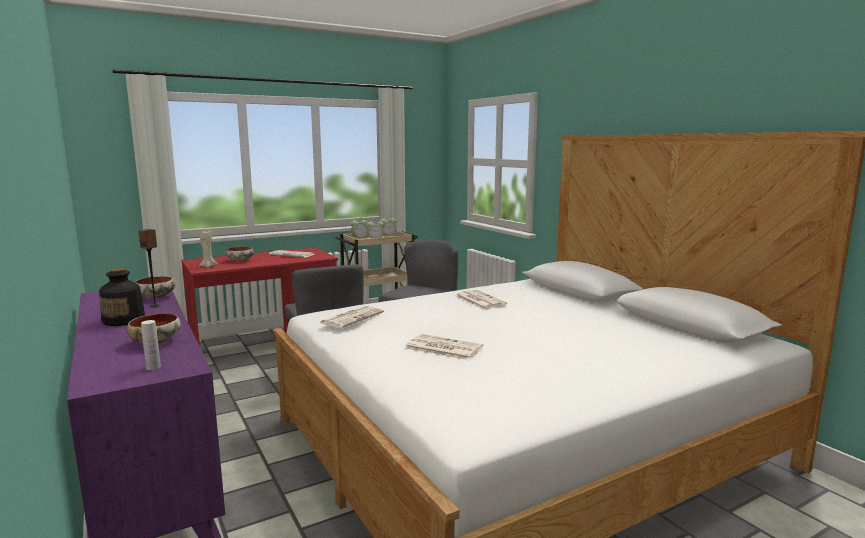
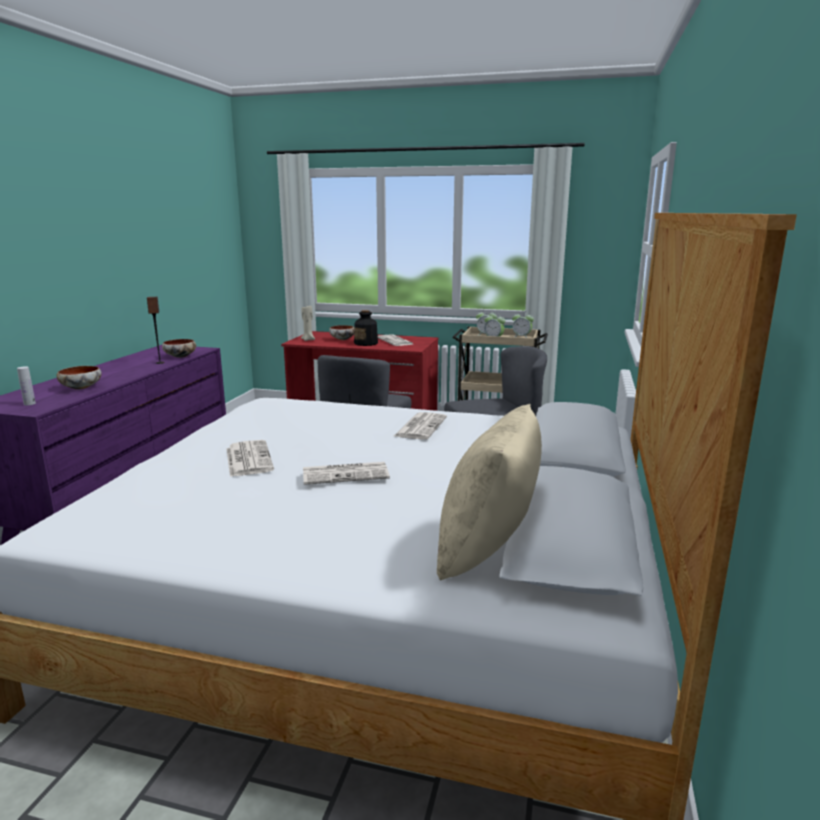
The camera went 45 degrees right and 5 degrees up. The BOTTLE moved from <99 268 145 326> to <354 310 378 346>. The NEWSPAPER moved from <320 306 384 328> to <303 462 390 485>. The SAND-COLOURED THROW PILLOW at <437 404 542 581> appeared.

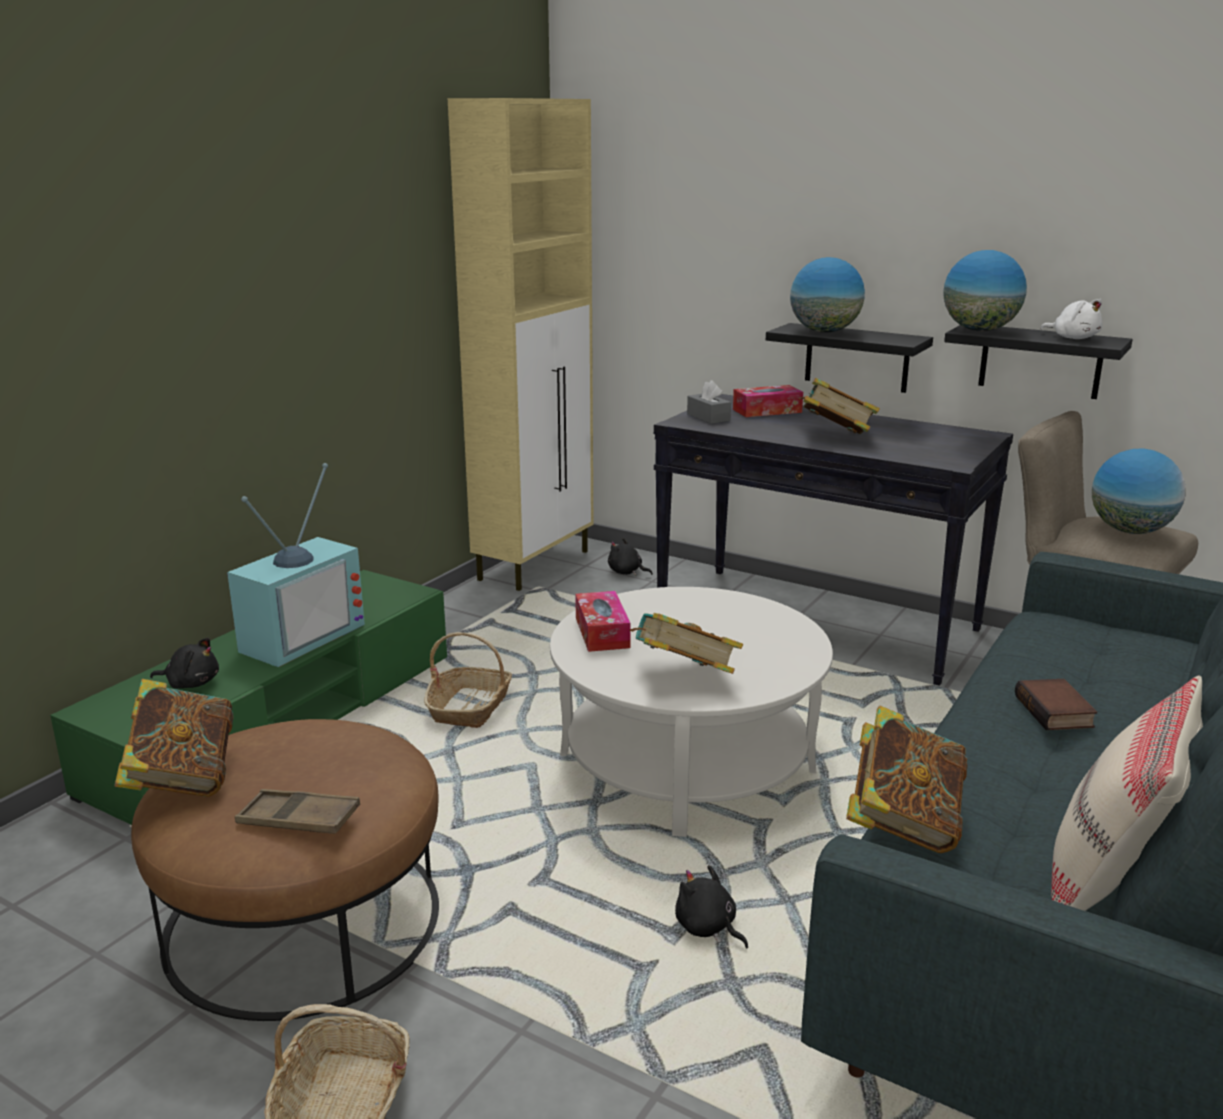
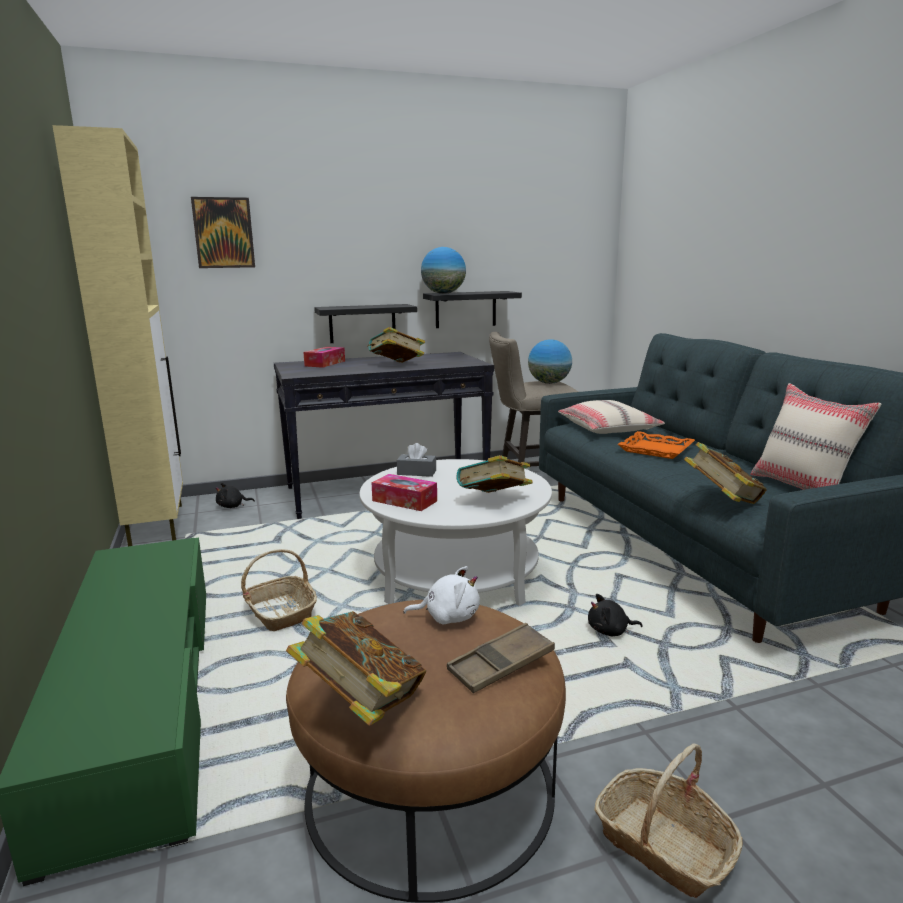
The camera went 50 degrees left and 5 degrees down. The GLOBE at <790 257 865 333> disappeared. The WHITE-COLOURED SOFT TOY moved from <1040 299 1103 339> to <403 566 480 624>. The GREYISH TISSUE BOX moved from <687 380 731 424> to <397 443 436 477>. The TV SET at <227 463 365 667> disappeared. The BLACK-COLOURED SOFT TOY at <150 638 219 689> disappeared. The BOOK at <1015 679 1097 730> was replaced by the ORANGE-COLOURED SERVING TRAY at <618 431 695 459>. The WALL ART at <191 197 255 268> appeared. The SAND-COLOURED THROW PILLOW at <558 400 665 434> appeared.

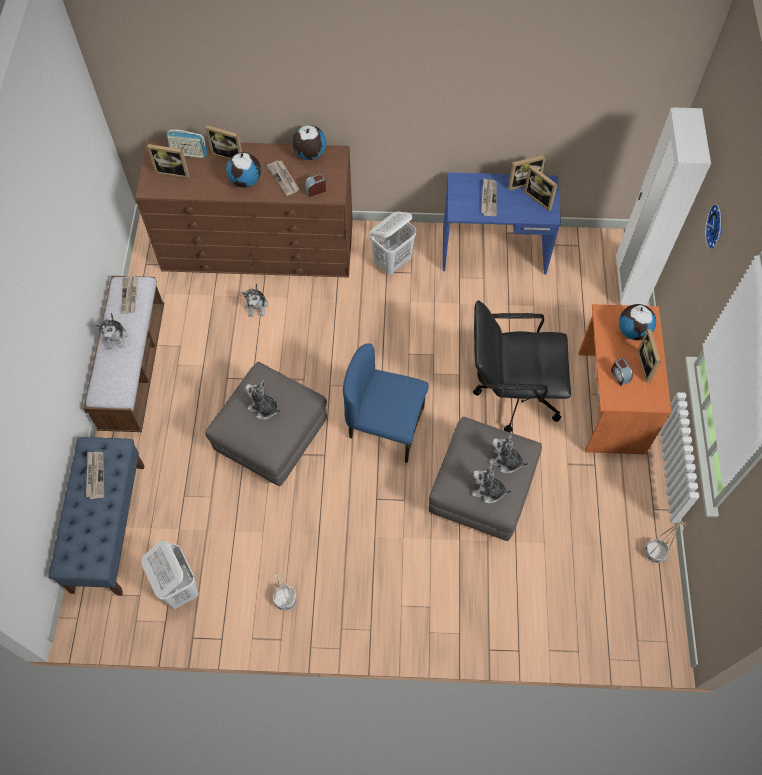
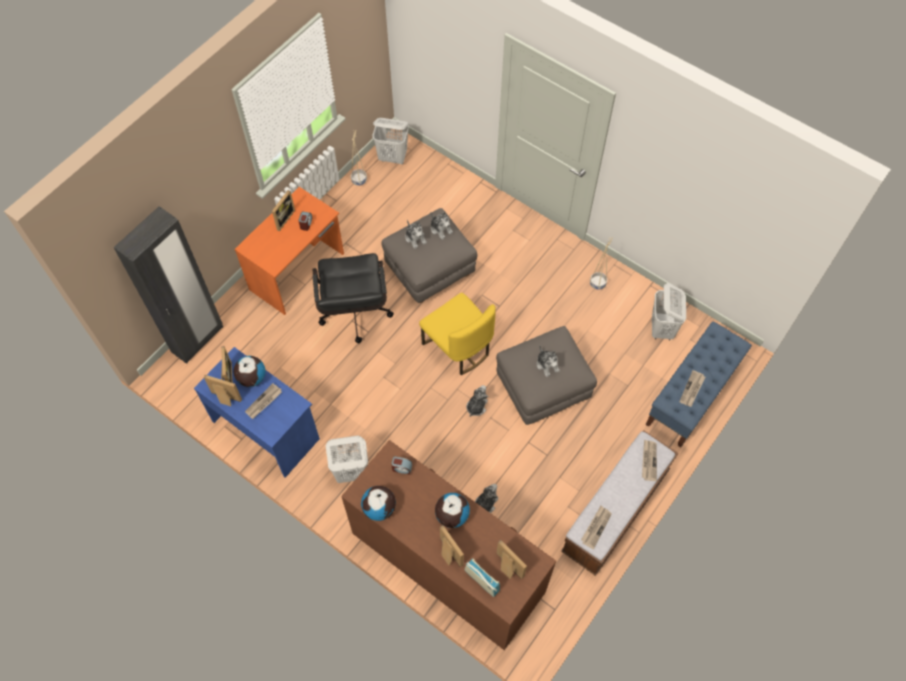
The camera went 145 degrees left and 0 degrees up. The WHITE-COLOURED CLOTHES CUPBOARD at <616 108 711 306> became the BLACK-COLOURED CLOTHES CUPBOARD at <113 206 223 364>. The NEWSPAPER moved from <267 160 299 196> to <642 440 657 481>. The HANGING CLOCK at <705 204 722 250> disappeared. The BLACK-COLOURED COMPUTER CHAIR at <473 300 571 433> turned 45 degrees clockwise. The GLOBE moved from <619 304 656 340> to <234 356 265 387>. The SOFT TOY moved from <94 313 128 350> to <466 385 488 417>. The BLUE-COLOURED UPRIGHT CHAIR at <343 343 429 463> became the YELLOW-COLOURED UPRIGHT CHAIR at <419 293 496 375>. The WHITE-COLOURED HAMPER at <372 118 409 164> appeared.

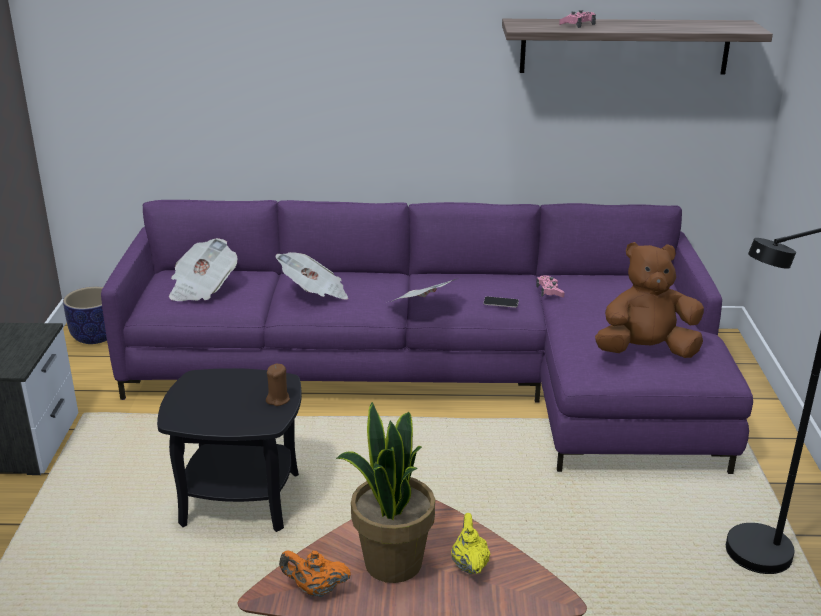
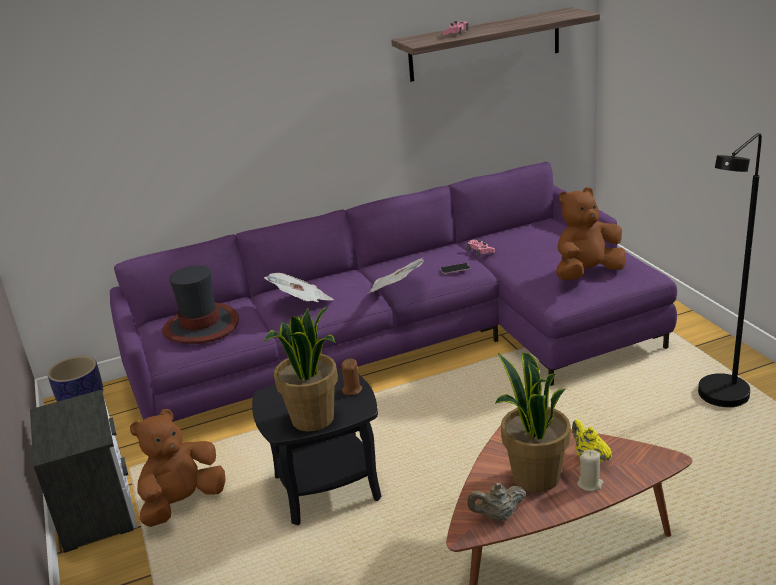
The camera went 20 degrees left and 0 degrees up. The NEWSPAPER at <169 238 238 301> was replaced by the HAT at <162 266 239 344>. The ORANGE-COLOURED TEA POT at <279 550 351 597> became the SAND-COLOURED TEA POT at <467 483 526 521>. The PLANT IN A POT at <264 306 338 432> appeared. The BROWN-COLOURED SOFT TOY at <130 409 226 527> appeared. The SAND-COLOURED WAX CANDLE at <577 450 603 491> appeared.

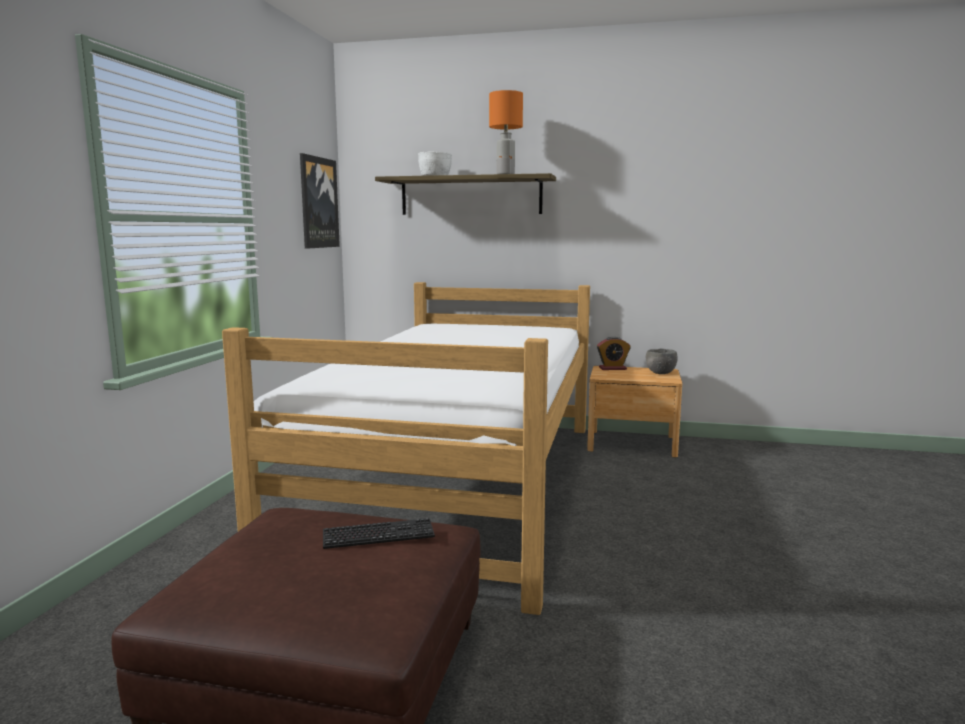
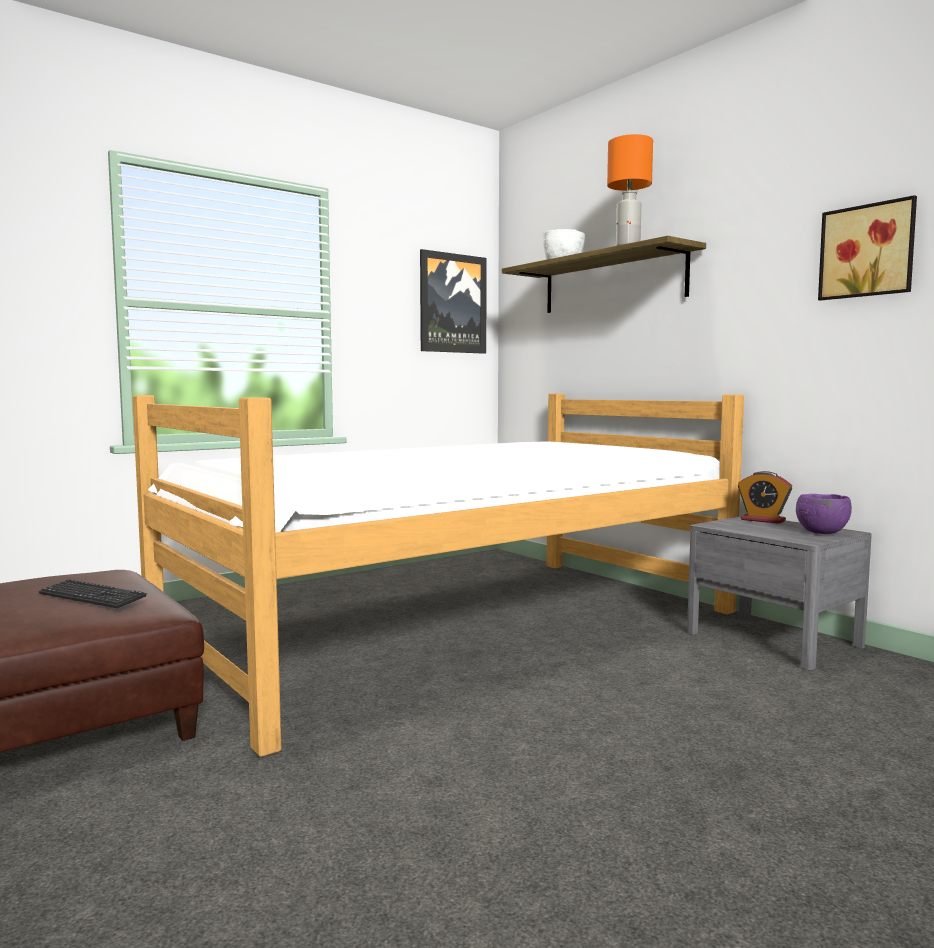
The camera went 40 degrees right and 5 degrees down. The GREYISH SERVING BOWL at <646 349 678 374> became the PURPLE-COLOURED SERVING BOWL at <796 494 852 534>. The BROWN-COLOURED BEDSIDE TABLE at <587 366 682 457> became the GREYISH BEDSIDE TABLE at <687 516 872 670>. The WALL ART at <818 195 917 300> appeared.

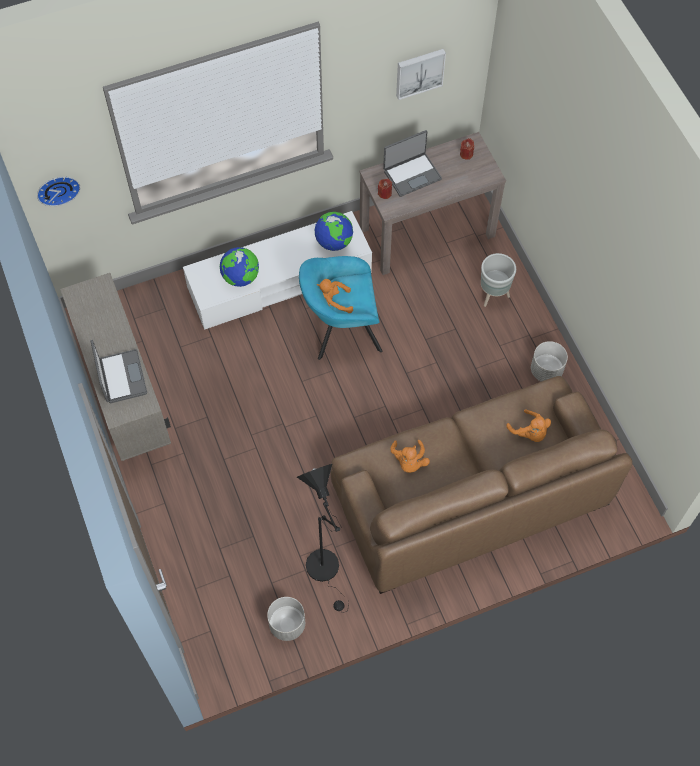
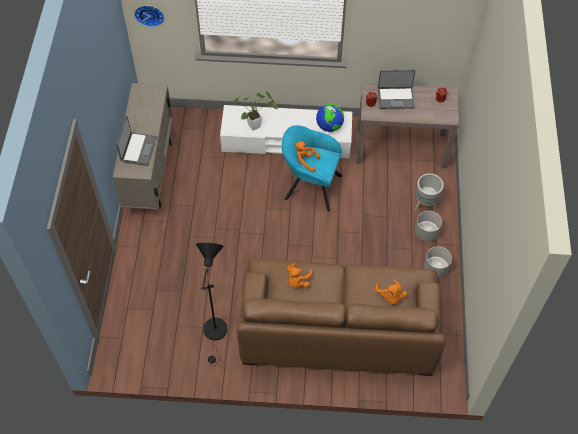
The camera went 25 degrees right and 5 degrees down. The WALL ART at <396 49 446 100> disappeared. The GLOBE at <220 247 259 287> was replaced by the PLANT IN A POT at <232 91 278 131>. The GREYISH PLANT POT moved from <267 597 305 641> to <415 211 442 242>.

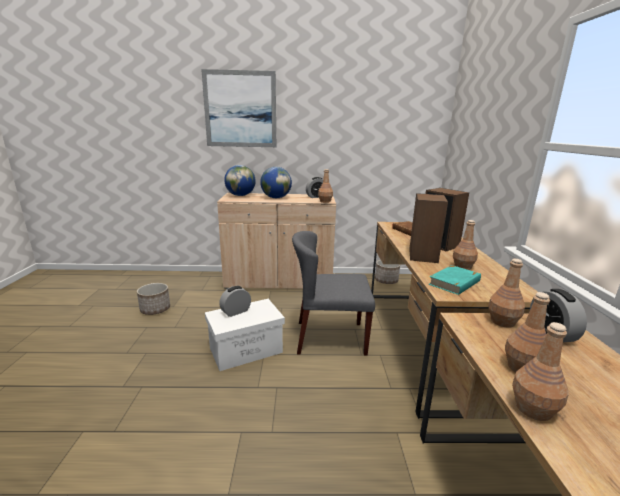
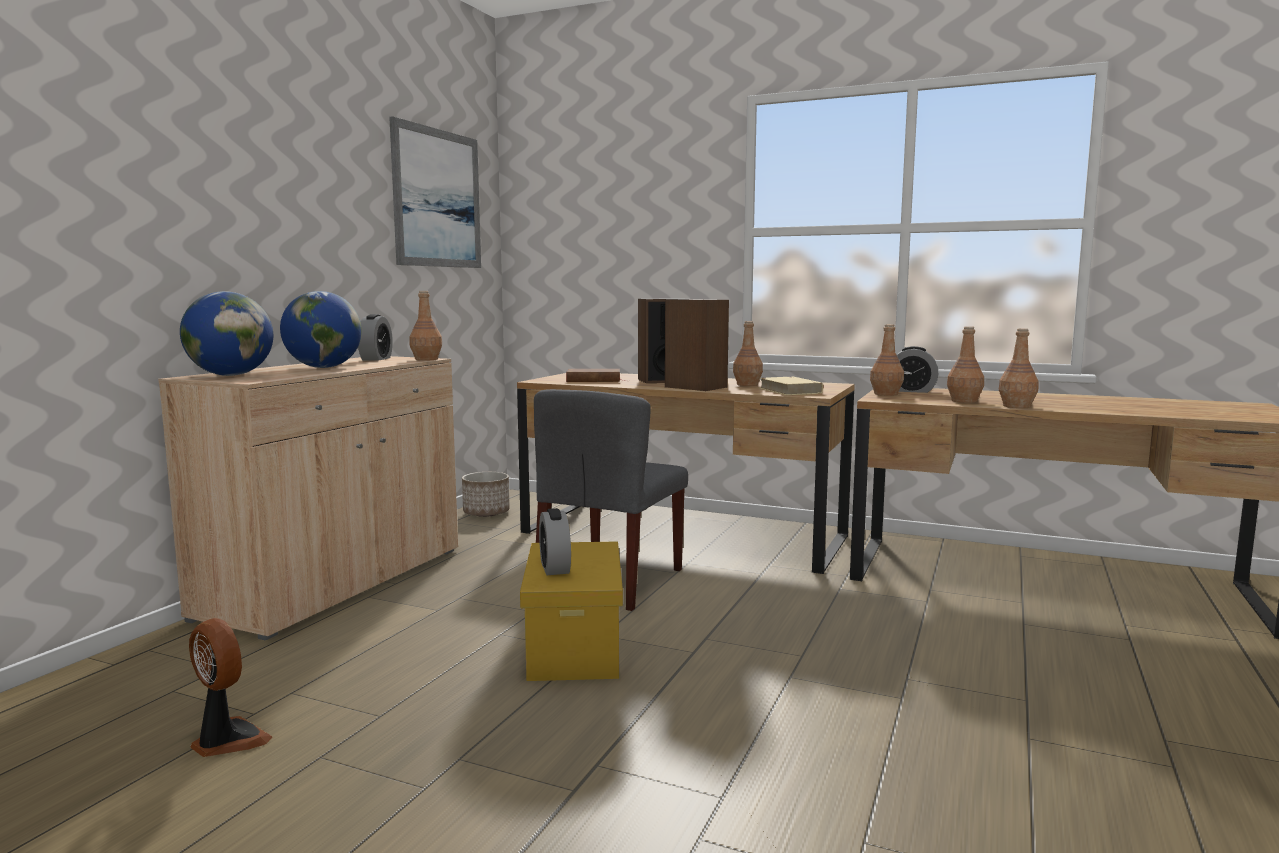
The camera went 65 degrees left and 10 degrees down. The WALL ART moved from <201 69 276 147> to <389 116 481 268>. The TURQUOISE-COLOURED BOOK at <429 265 481 295> became the SAND-COLOURED BOOK at <759 376 823 395>. The PLANT POT at <137 283 170 315> was replaced by the FAN at <189 618 273 757>. The WHITE-COLOURED STORAGE BOX at <205 299 285 371> became the YELLOW-COLOURED STORAGE BOX at <520 541 623 681>.

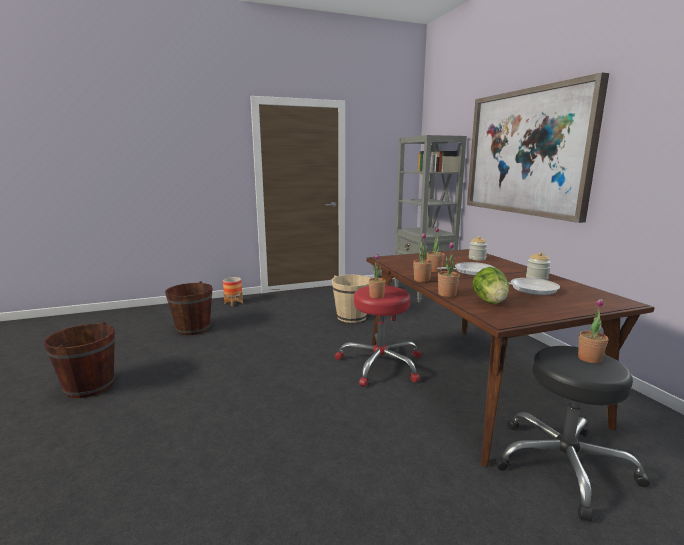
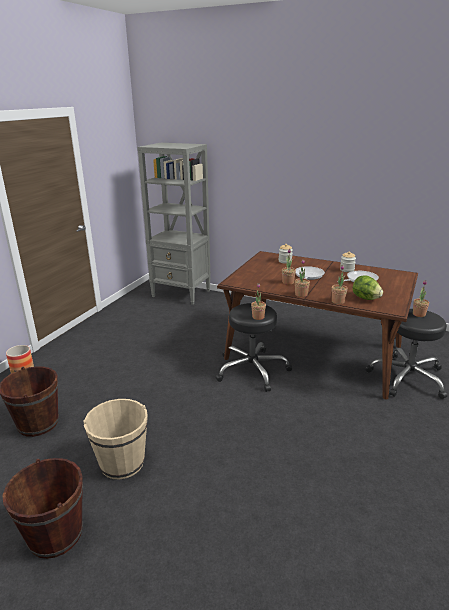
The camera went 45 degrees left and 10 degrees up. The WALL ART at <467 73 609 223> disappeared. The SAND-COLOURED BUCKET moved from <332 275 370 323> to <84 399 148 479>. The REDDISH STOOL SEAT at <335 285 421 387> became the BLACK-COLOURED STOOL SEAT at <216 303 292 392>.

